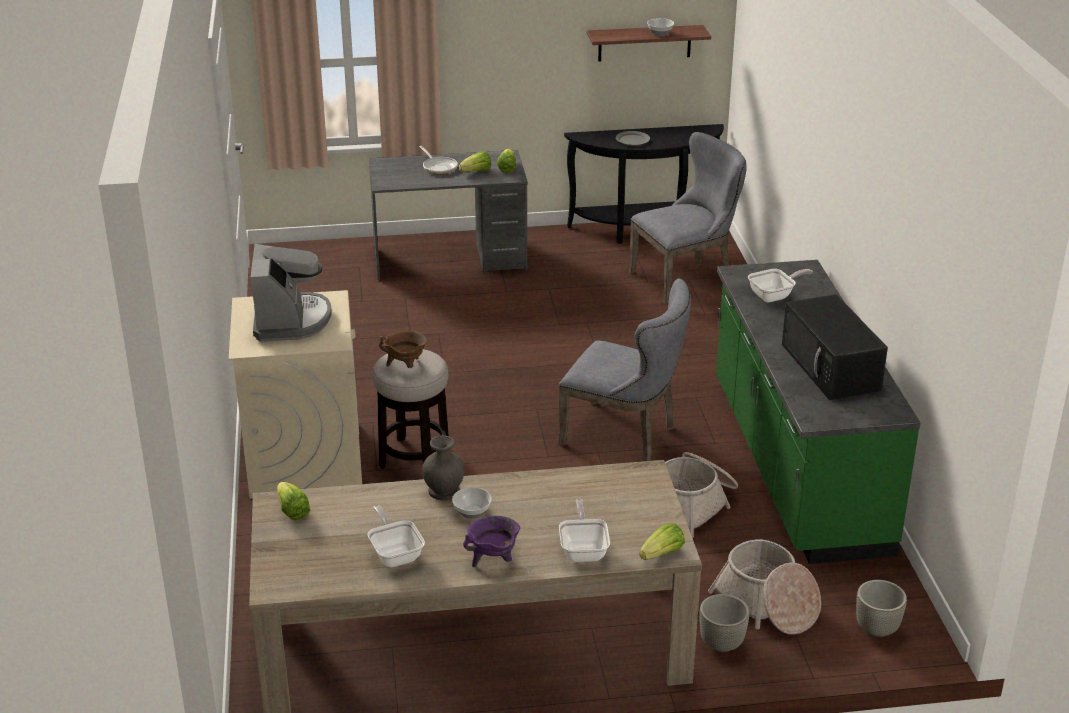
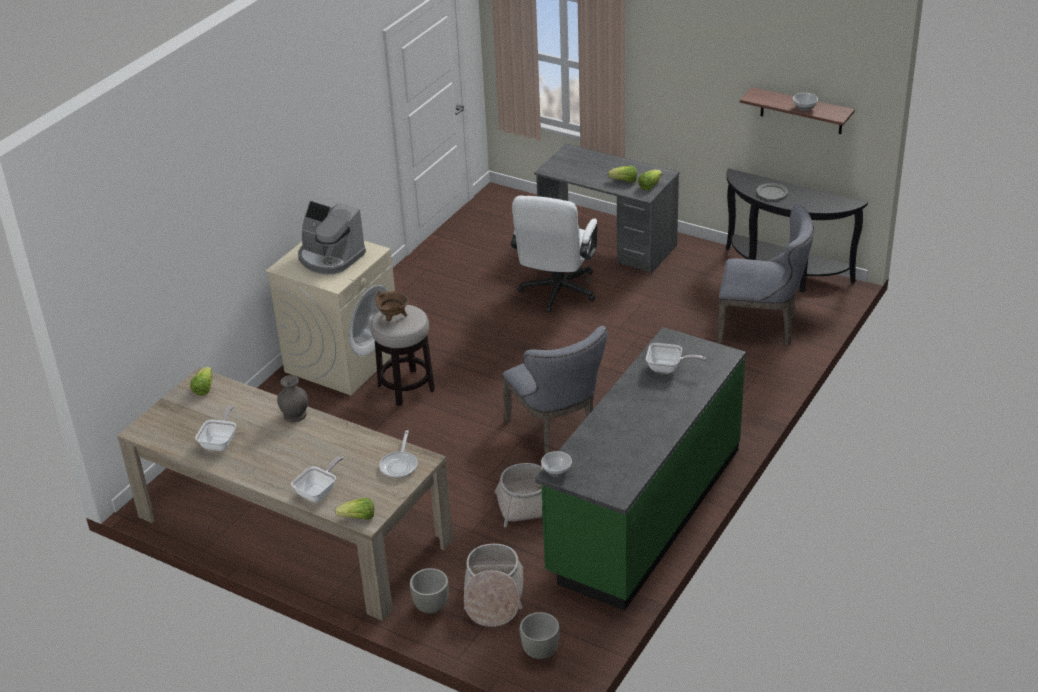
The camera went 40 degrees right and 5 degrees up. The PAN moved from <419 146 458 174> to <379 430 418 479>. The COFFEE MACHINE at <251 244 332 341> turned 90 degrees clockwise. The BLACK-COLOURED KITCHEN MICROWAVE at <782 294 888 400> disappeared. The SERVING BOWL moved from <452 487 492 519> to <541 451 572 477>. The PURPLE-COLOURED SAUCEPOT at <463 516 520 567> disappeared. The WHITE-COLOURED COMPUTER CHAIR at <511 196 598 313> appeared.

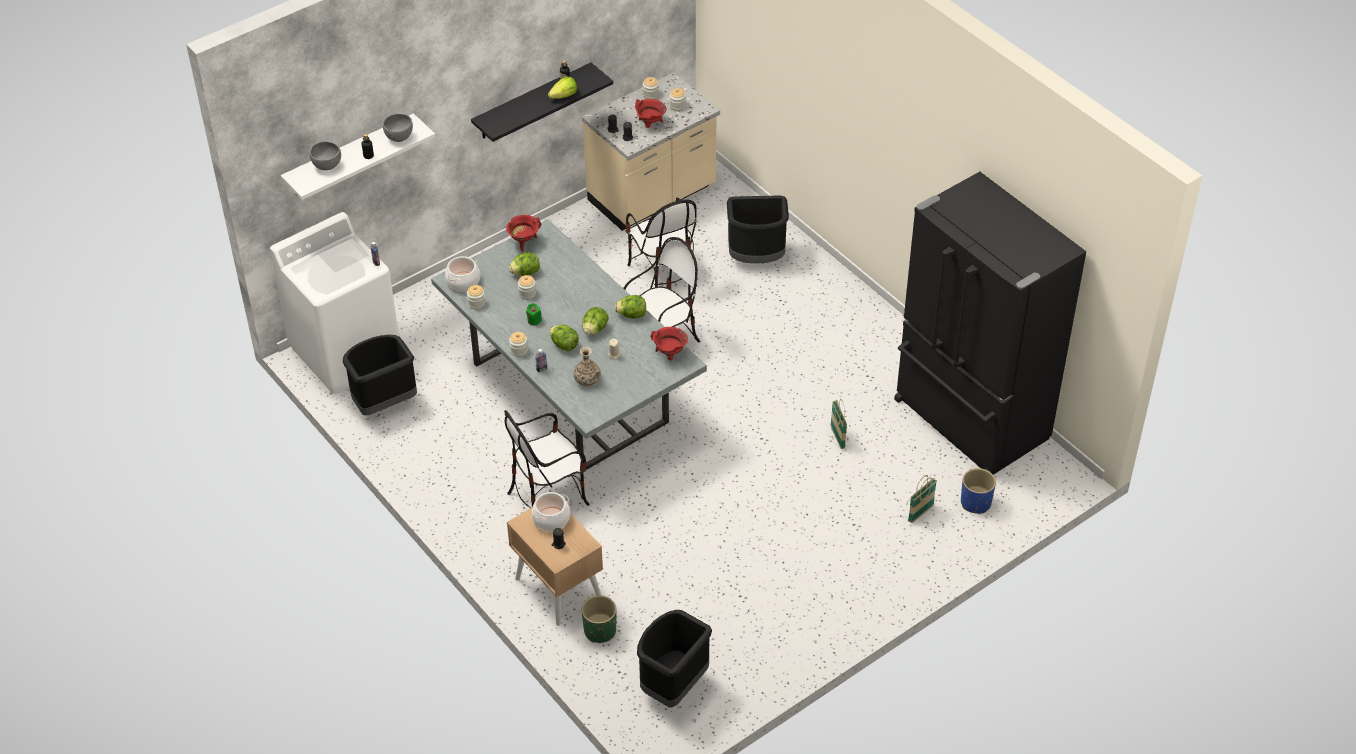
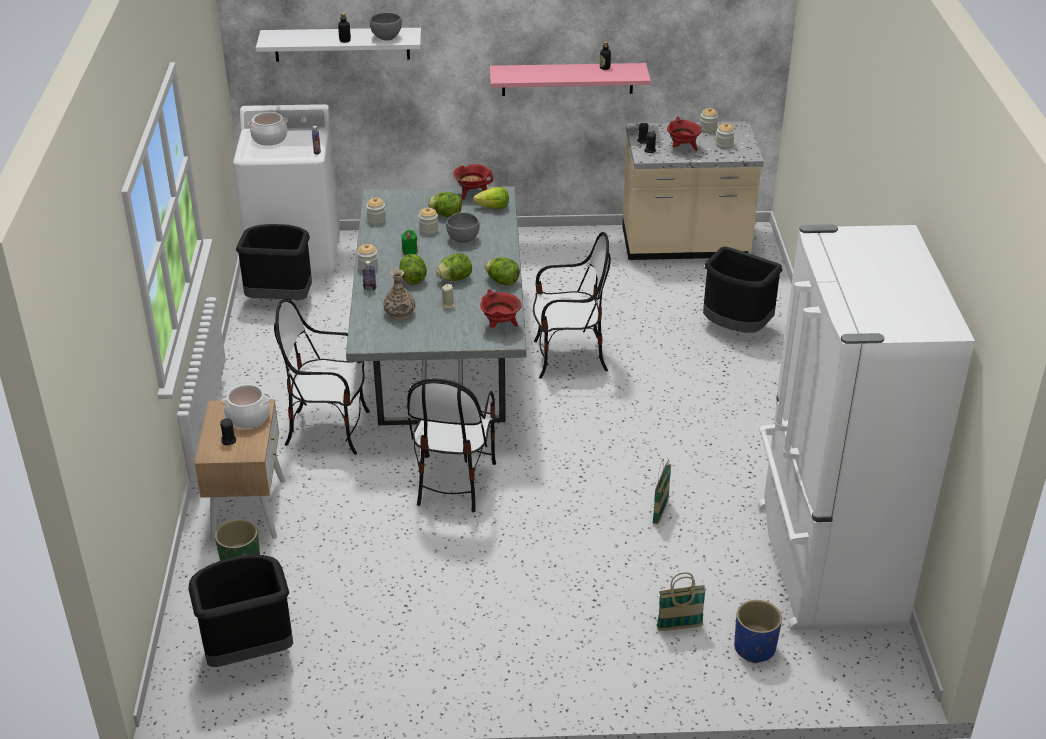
The camera went 35 degrees right and 10 degrees down. The BLACK-COLOURED BRACKET SHELF at <471 63 613 142> became the PINK-COLOURED BRACKET SHELF at <490 63 651 96>. The LETTUCE moved from <548 77 577 99> to <473 187 509 209>. The GREYISH SERVING BOWL moved from <310 141 341 170> to <446 212 480 243>. The BLACK-COLOURED REFRIGERATOR at <894 172 1086 475> became the WHITE-COLOURED REFRIGERATOR at <758 224 975 630>. The UPRIGHT CHAIR moved from <626 198 697 287> to <407 378 496 512>. The SAUCEPOT moved from <445 256 480 292> to <248 112 288 146>.

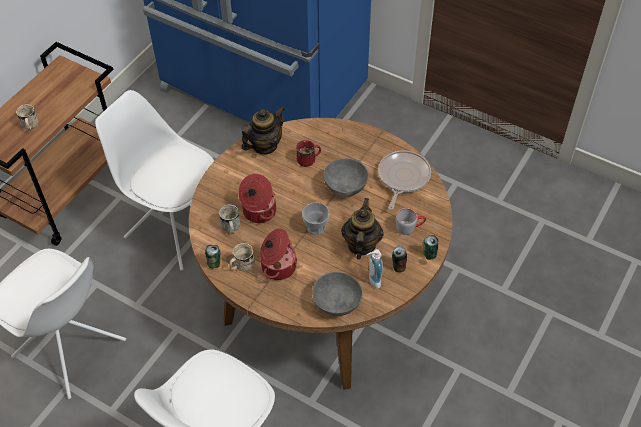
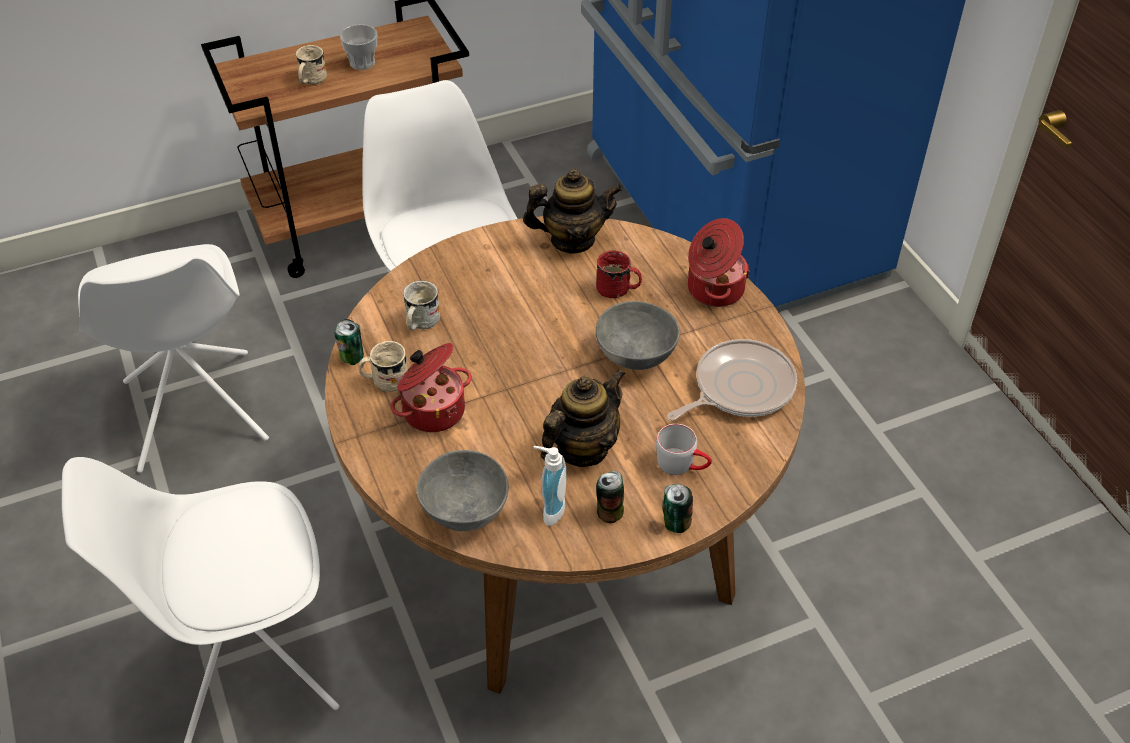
The camera went 35 degrees right and 5 degrees down. The SAUCEPOT moved from <238 174 276 223> to <688 218 750 307>. The CUP moved from <302 202 330 235> to <340 24 377 70>.

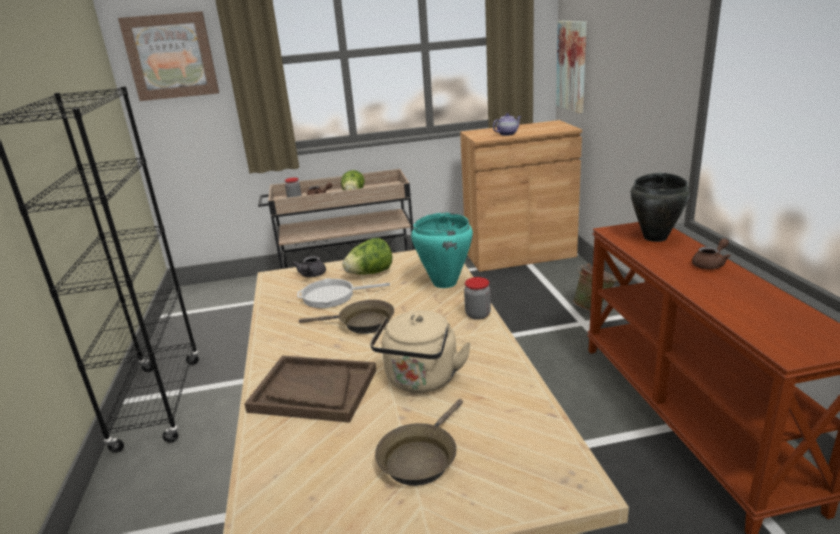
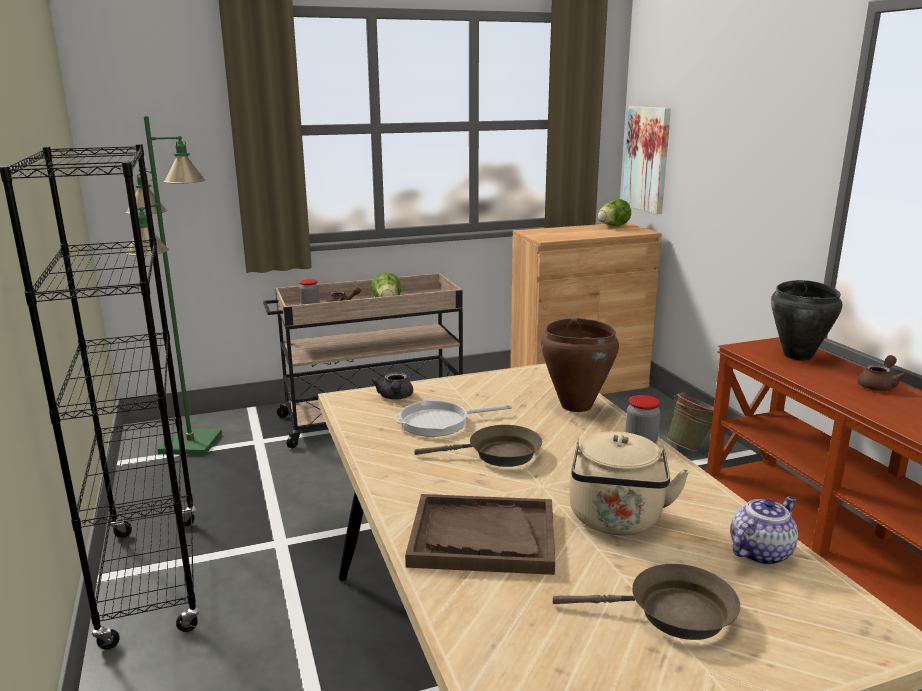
The camera went 10 degrees left and 5 degrees down. The WALL ART at <118 11 219 101> disappeared. The TEA POT moved from <493 113 521 136> to <730 496 798 565>. The TURQUOISE-COLOURED SAUCEPOT at <411 213 473 288> became the BROWN-COLOURED SAUCEPOT at <541 318 619 412>. The LETTUCE moved from <342 238 392 275> to <598 199 631 226>. The BROWN-COLOURED PAN at <375 399 463 486> turned 105 degrees counterclockwise. The GREEN-COLOURED STANDING LAMP at <126 116 222 455> appeared.

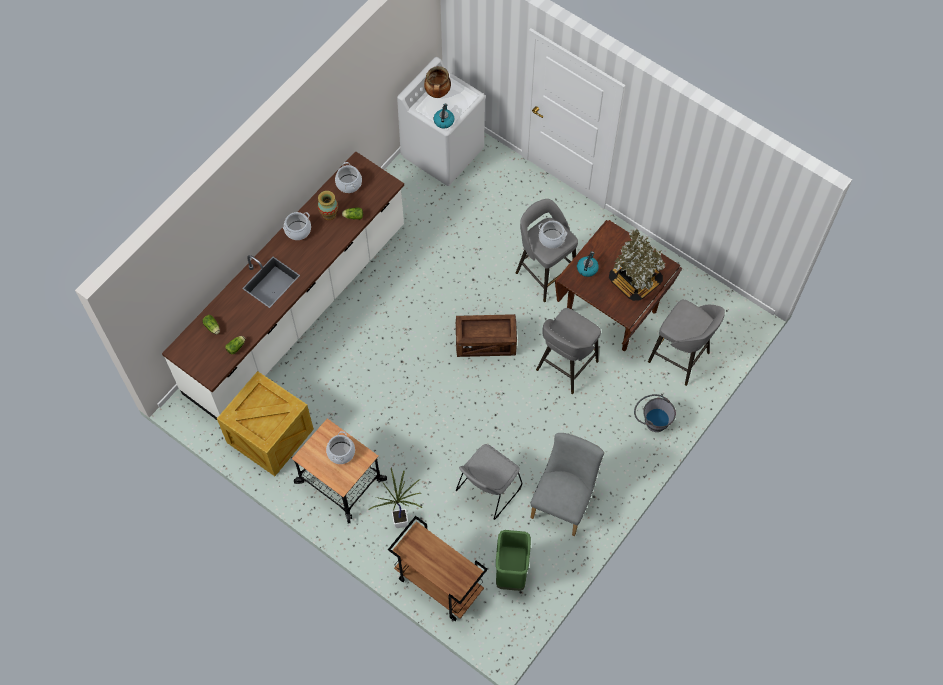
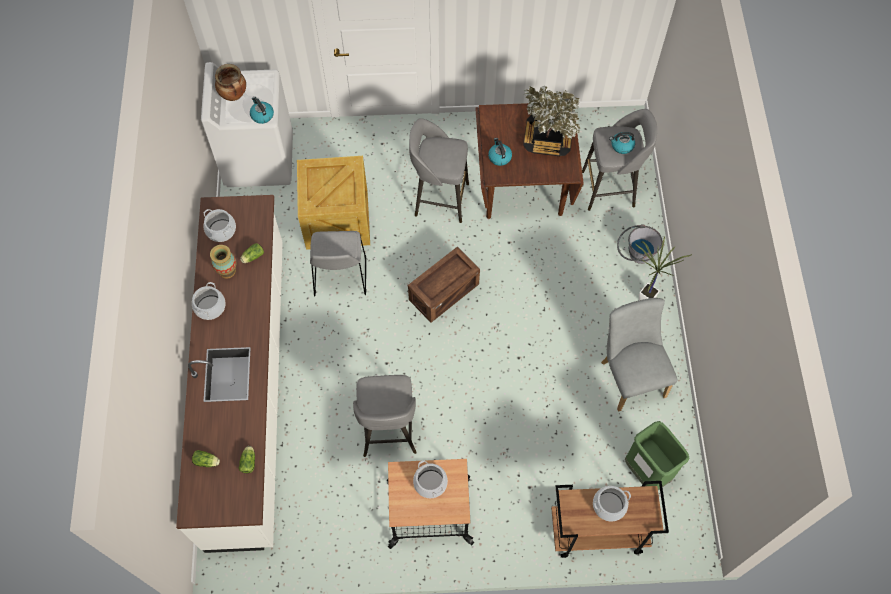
The camera went 40 degrees left and 0 degrees up. The SAUCEPOT moved from <538 221 567 248> to <593 486 631 522>. The GREYISH STOOL SEAT moved from <536 308 601 394> to <353 375 417 457>. The SHIPPING CRATE moved from <217 371 314 476> to <297 156 370 250>. The GREYISH UPRIGHT CHAIR moved from <456 444 522 520> to <310 231 366 296>. The PLANT IN A POT moved from <368 468 423 528> to <635 237 692 300>. The KETTLE at <609 132 635 154> appeared.

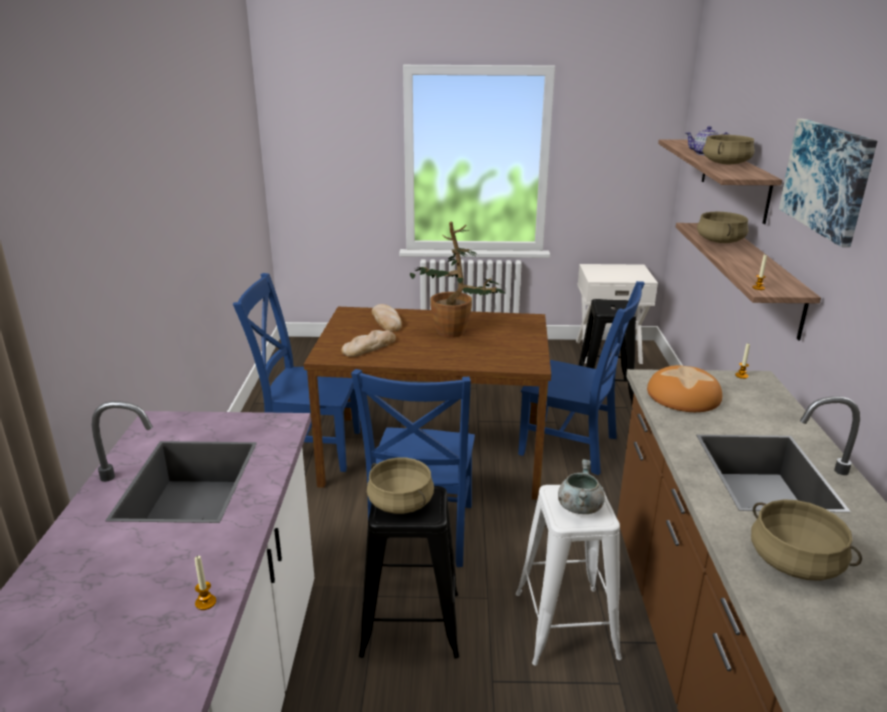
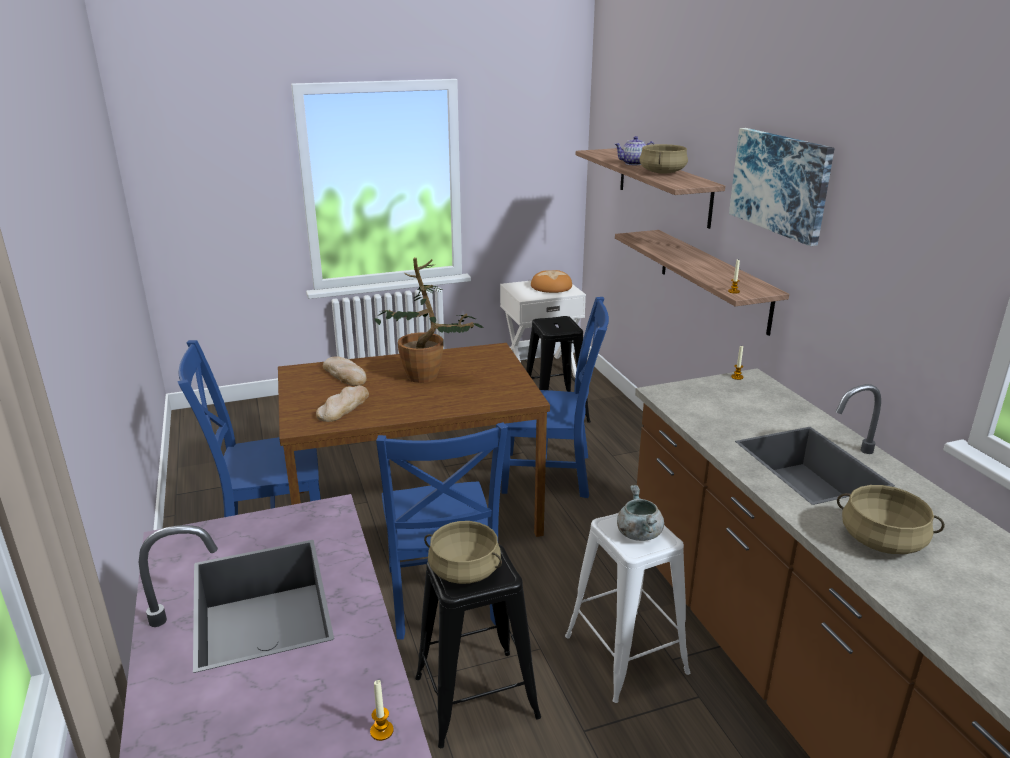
The camera went 20 degrees left and 0 degrees up. The SAND-COLOURED SAUCEPOT at <697 212 749 243> disappeared. The BAKERY BREAD moved from <647 365 722 412> to <531 270 572 293>.

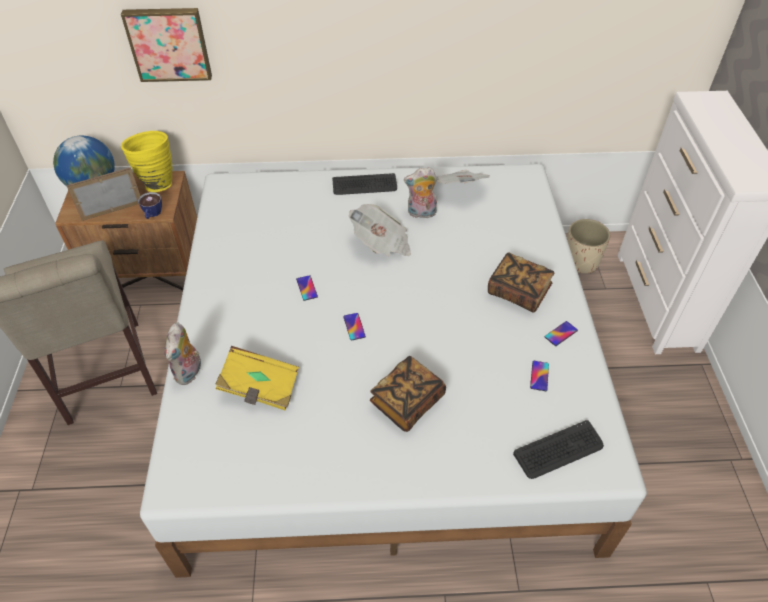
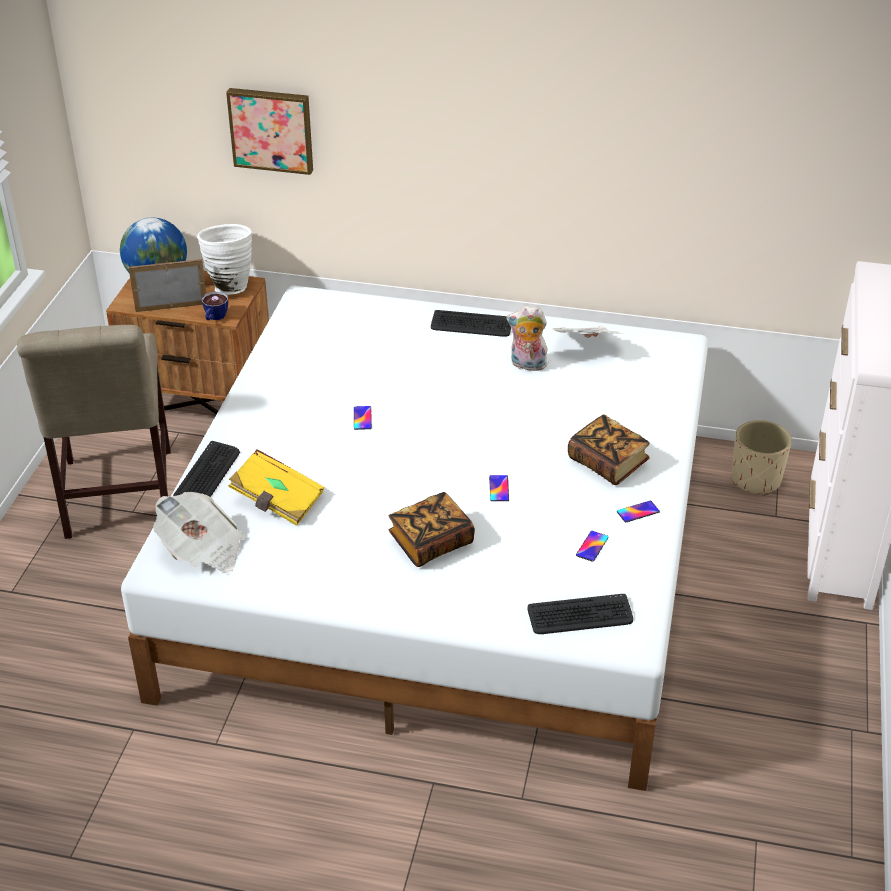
The camera went 15 degrees right and 10 degrees down. The YELLOW-COLOURED VASE at <121 131 173 192> became the WHITE-COLOURED VASE at <197 224 252 295>. The NEWSPAPER moved from <349 204 411 256> to <153 492 244 573>. The TELEPHONE moved from <343 313 366 341> to <489 475 509 501>. The SOFT TOY at <165 323 201 385> was replaced by the KEYBOARD at <173 441 240 497>.

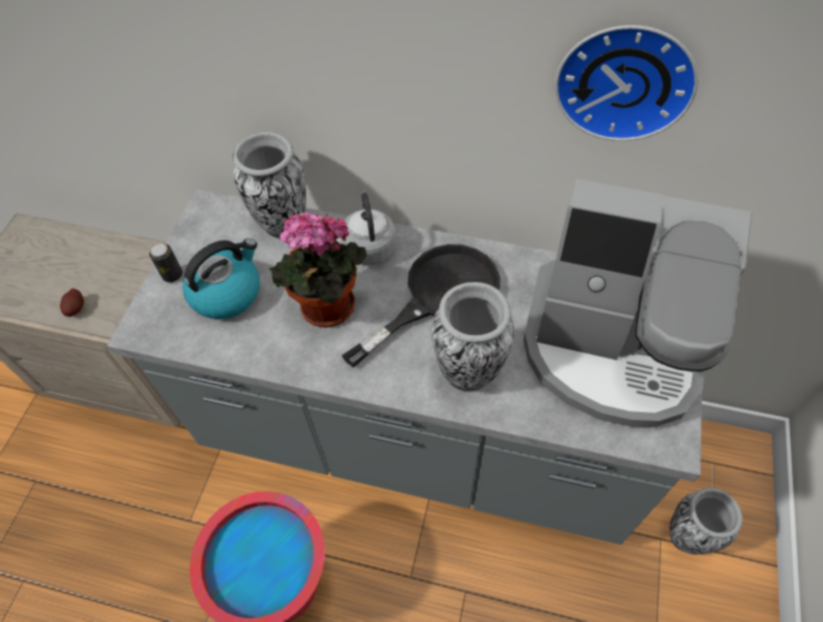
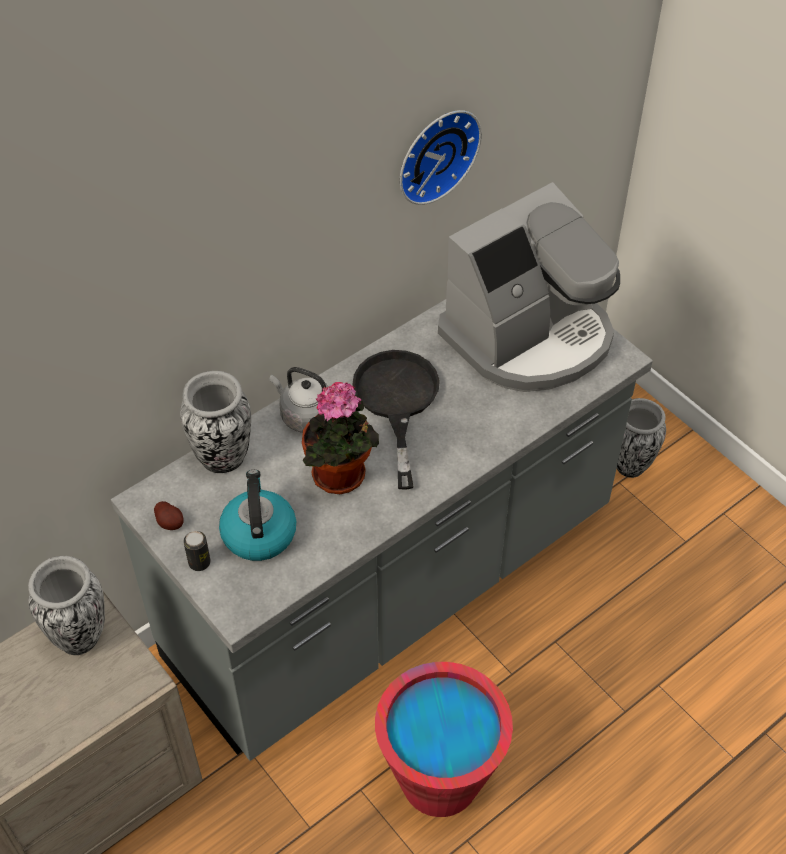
The camera went 55 degrees left and 5 degrees down. The VASE moved from <432 282 514 391> to <28 556 105 655>. The POTATO moved from <60 288 84 317> to <154 501 183 530>.

